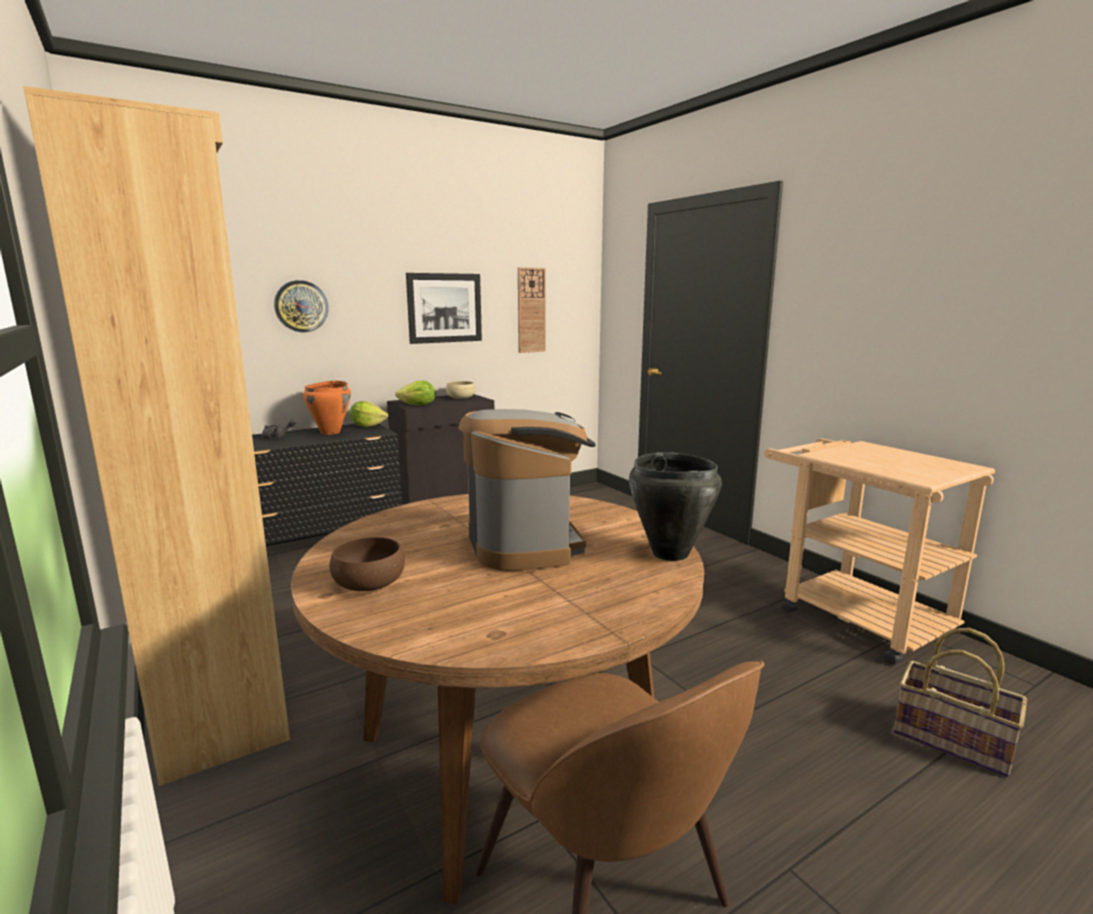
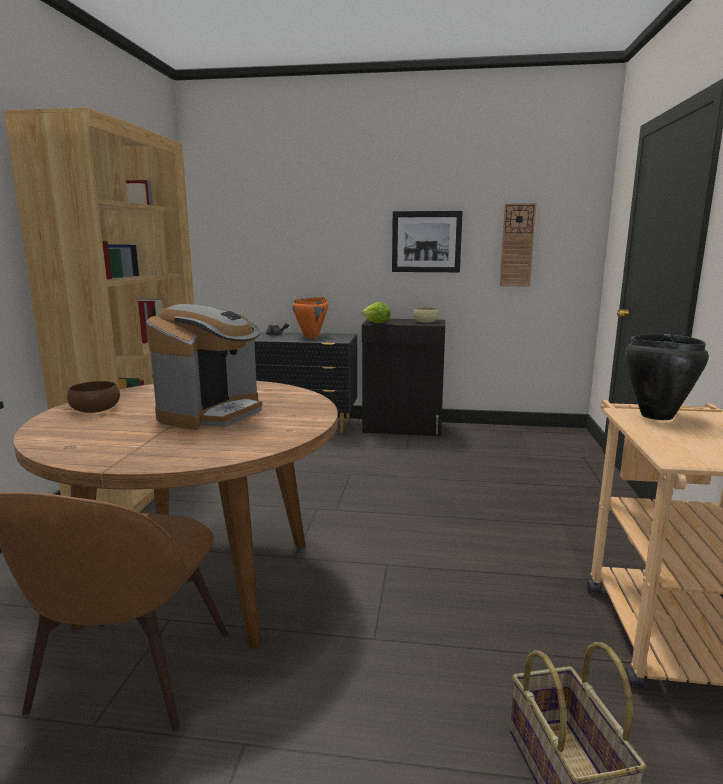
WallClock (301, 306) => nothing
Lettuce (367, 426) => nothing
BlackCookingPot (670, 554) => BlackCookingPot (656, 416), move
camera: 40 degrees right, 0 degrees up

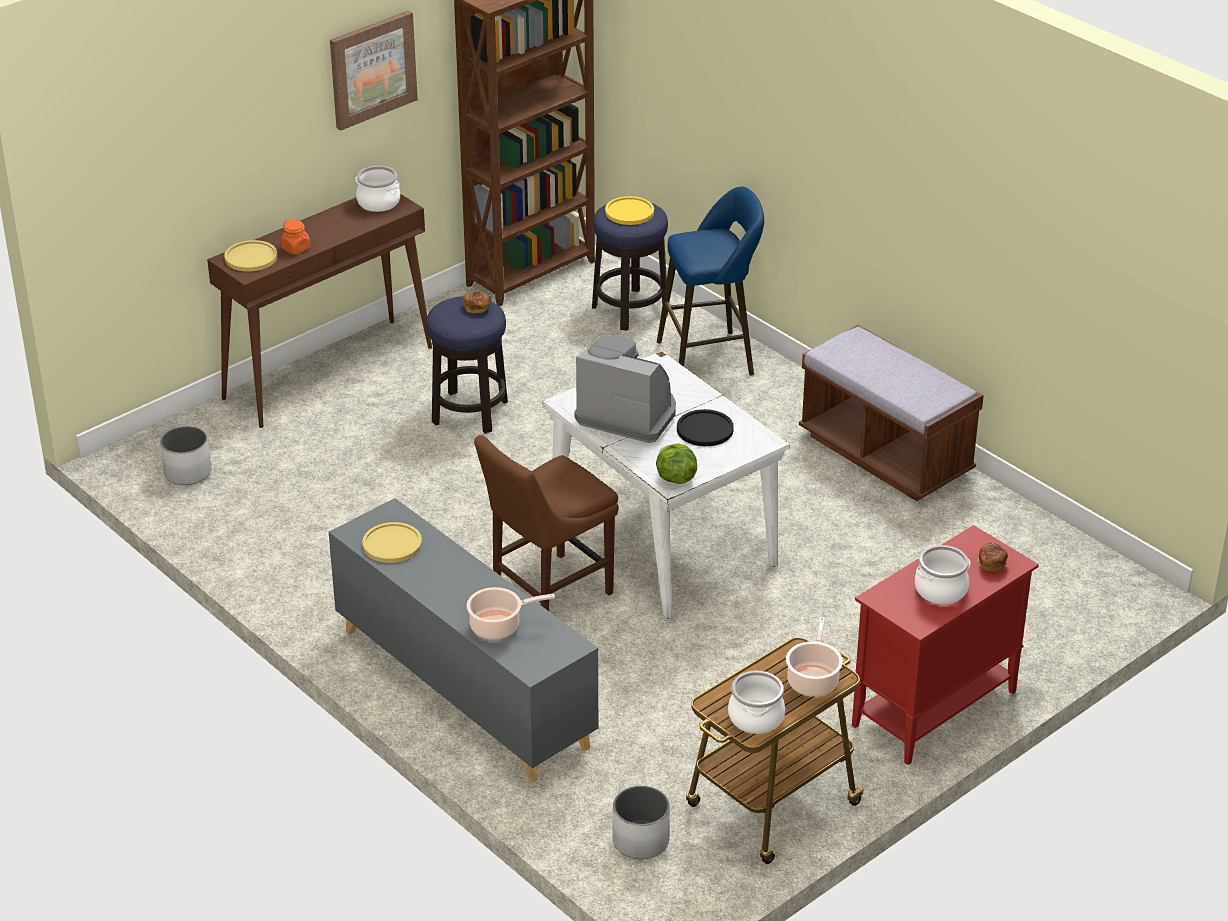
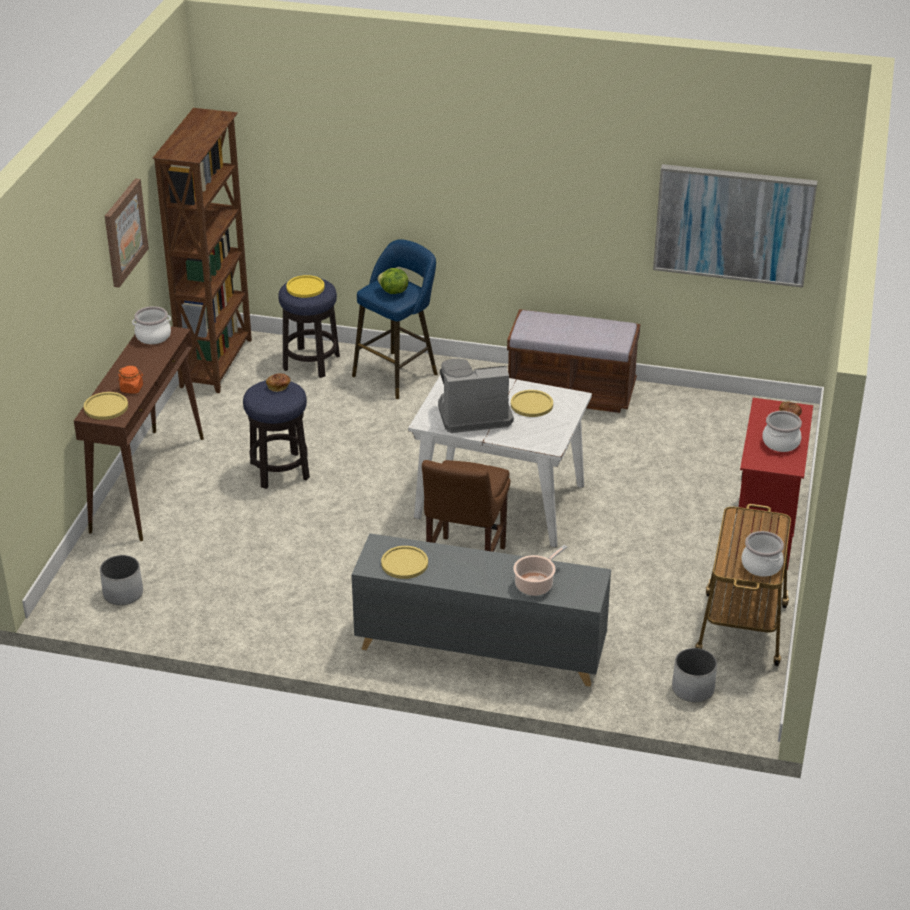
BlackPlate (705, 429) => YellowPlate (531, 404)
Lettuce (675, 478) => Lettuce (393, 292), move
CookingPot (813, 680) => nothing
nothing => Picture (733, 224)
camera: 35 degrees left, 0 degrees up

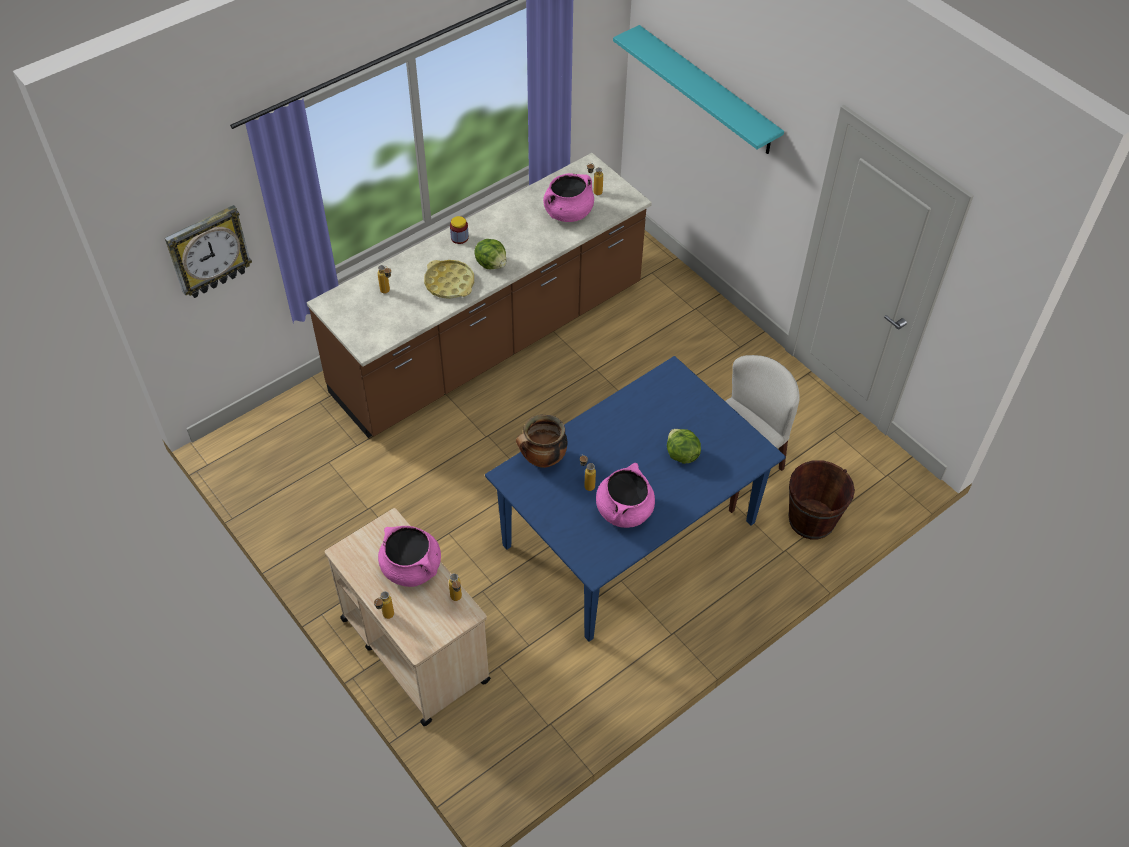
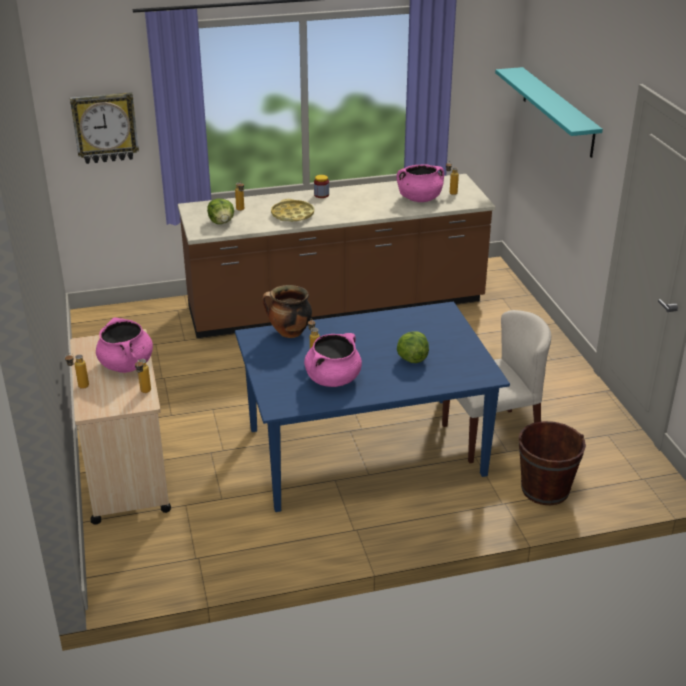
Lettuce (491, 264) => Lettuce (222, 222), move
camera: 25 degrees right, 20 degrees down

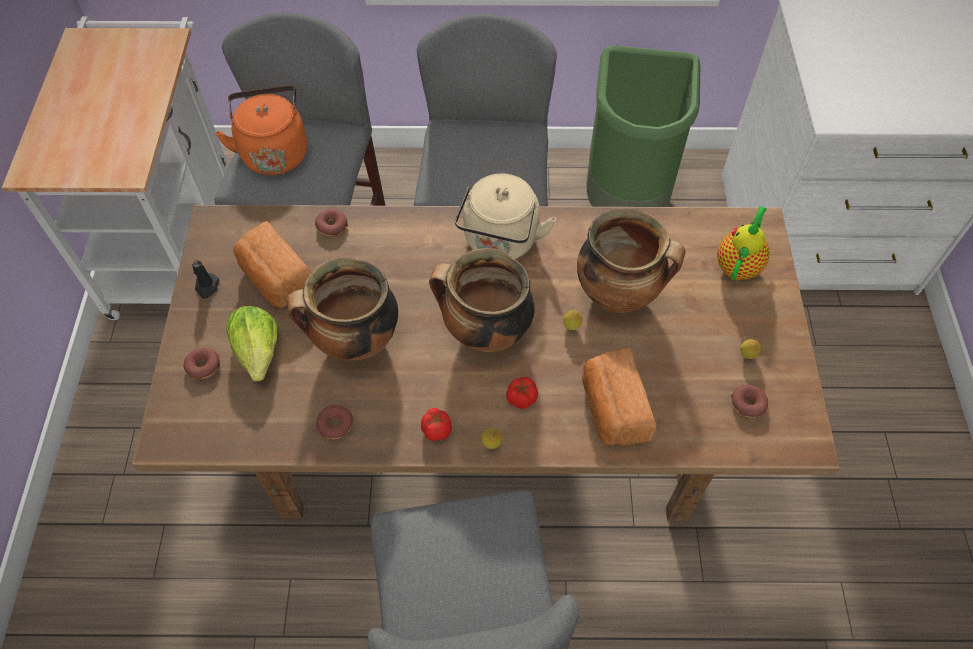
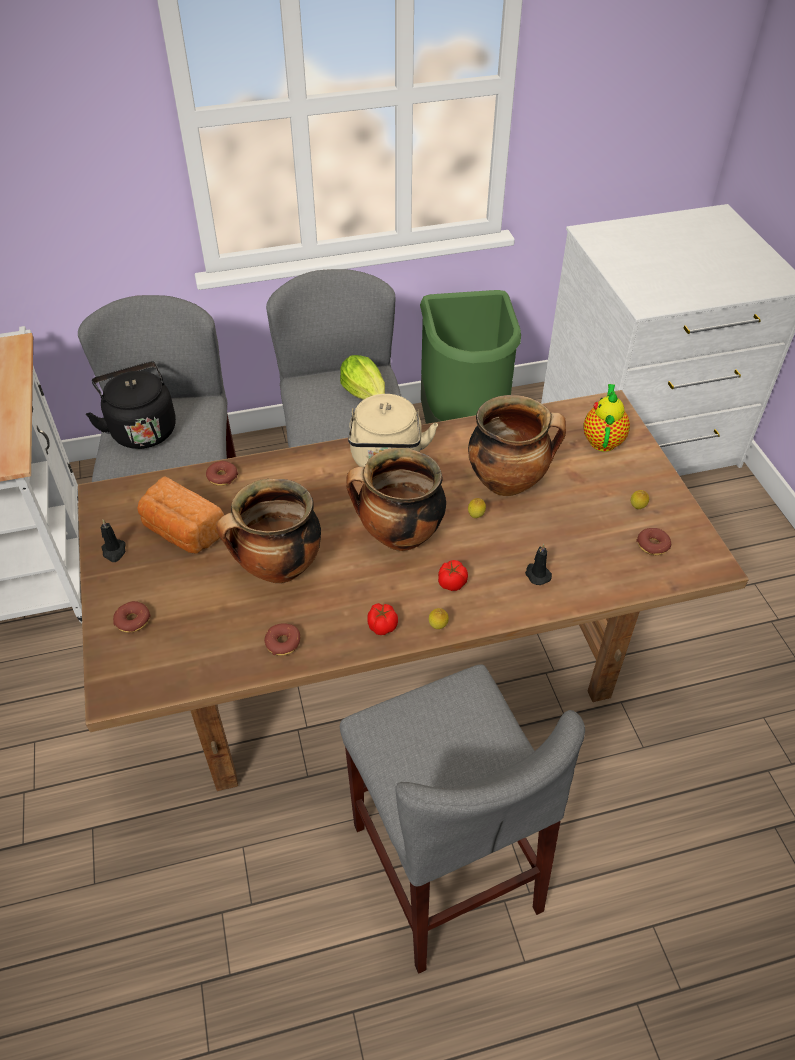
OrangeKettle (274, 152) => BlackKettle (141, 429)
Lettuce (258, 351) => Lettuce (365, 393), move
Bread (612, 409) => BlackCandle (537, 574)
camera: 15 degrees left, 10 degrees down

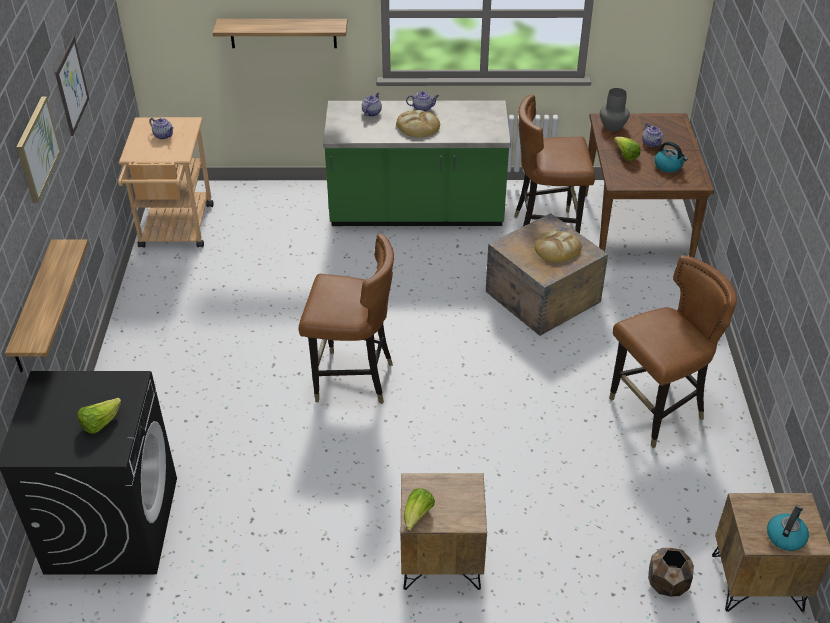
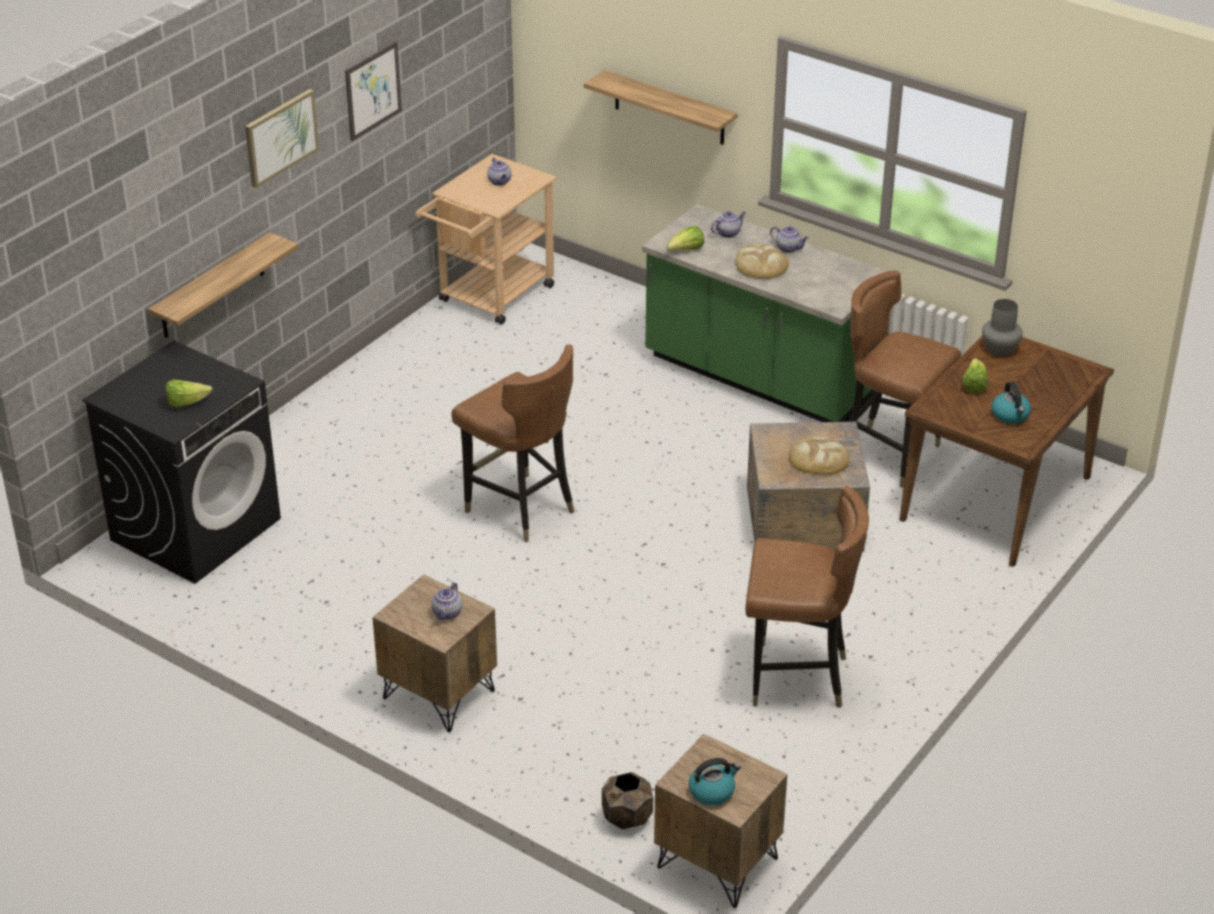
Teapot (652, 143) => Teapot (447, 613), move
Lettuce (417, 516) => Lettuce (686, 251), move
camera: 35 degrees right, 5 degrees down

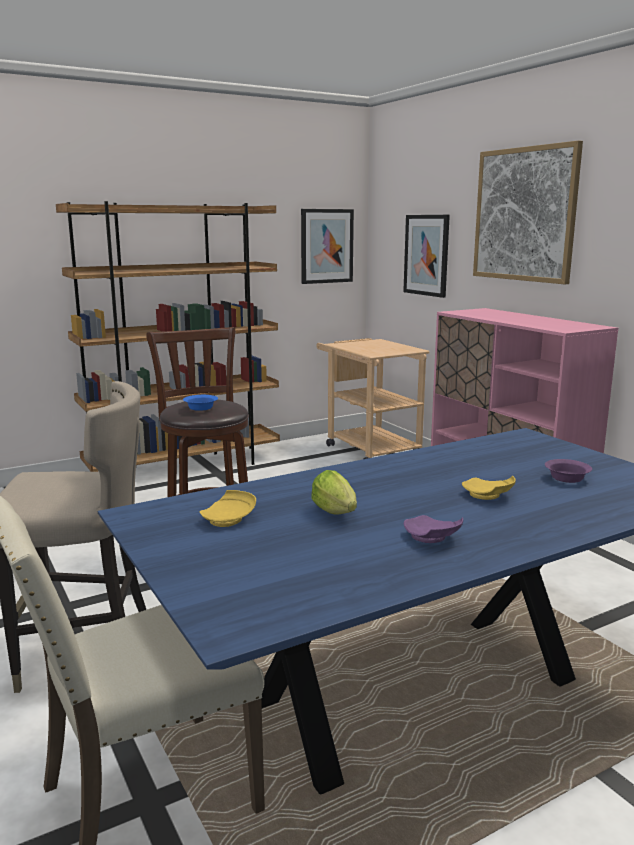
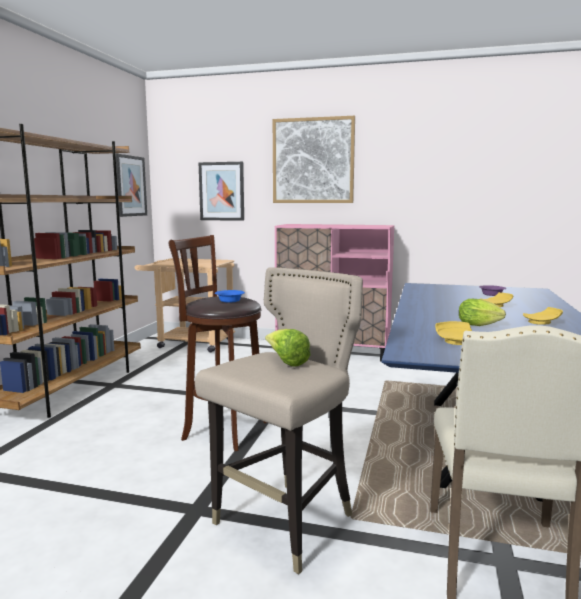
PurplePlate (431, 538) => YellowPlate (542, 322)
nothing => Lettuce (286, 362)
camera: 45 degrees left, 5 degrees down

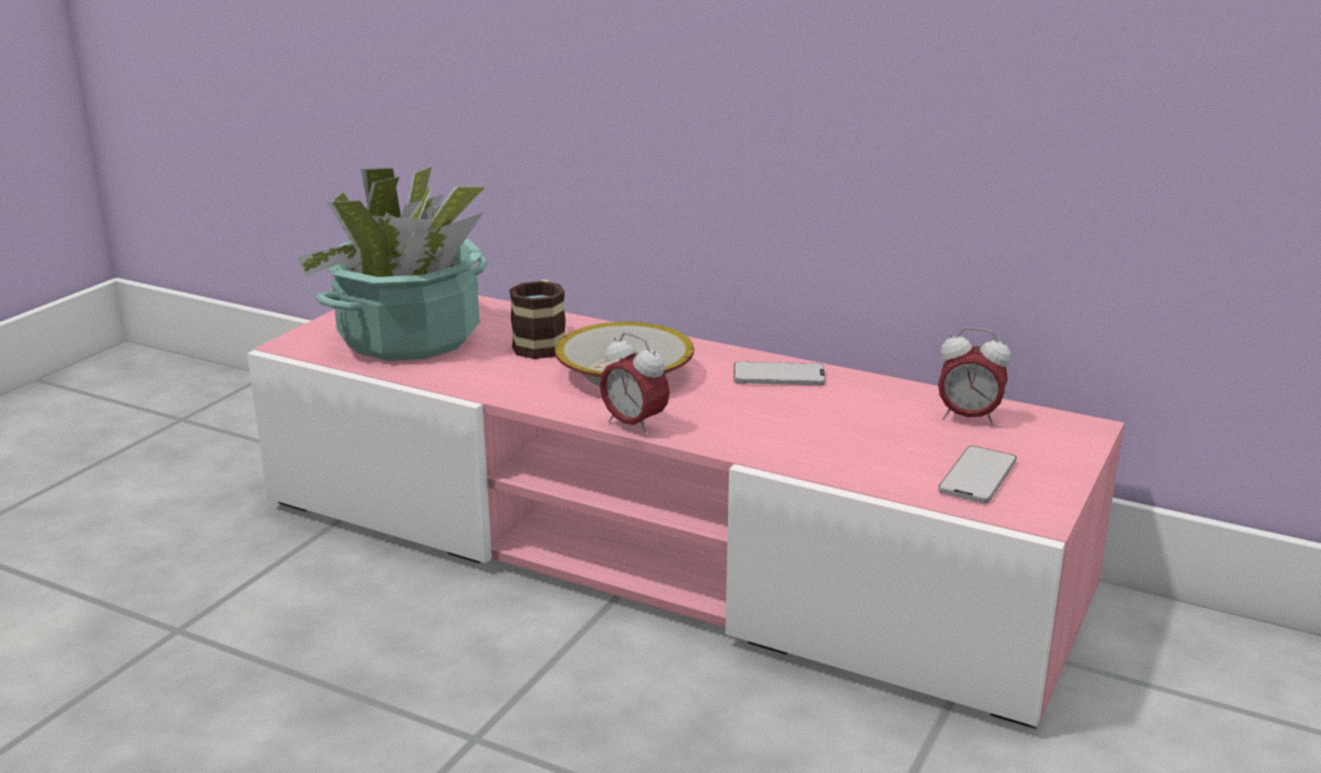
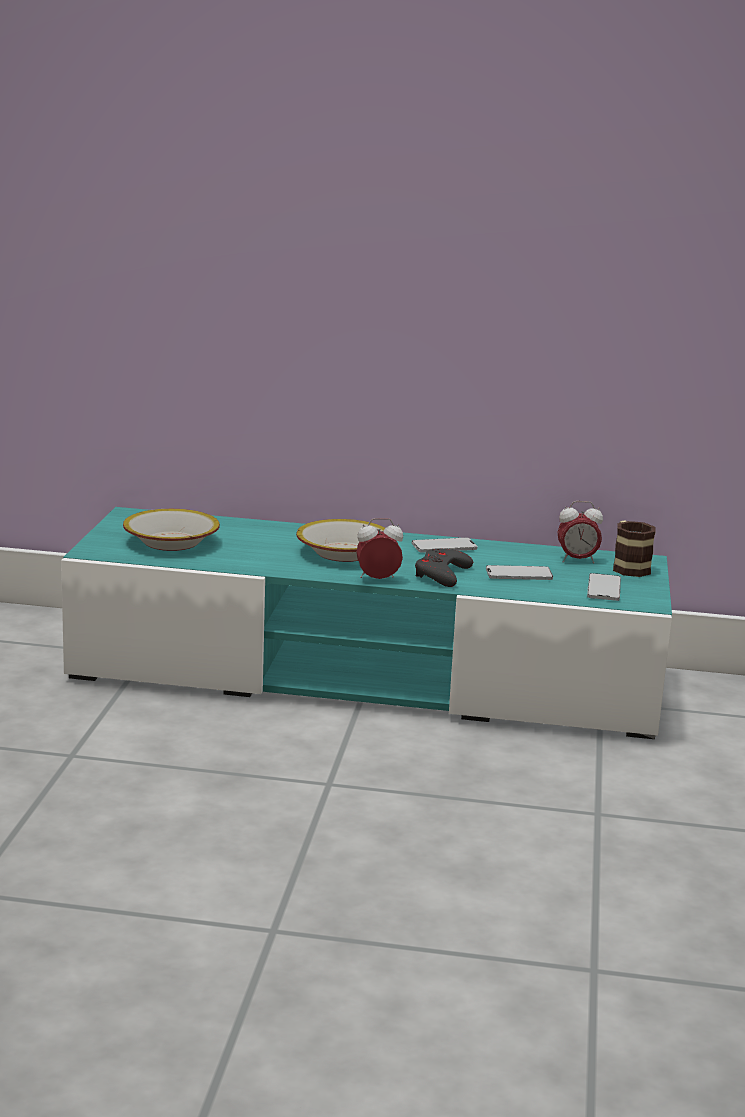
PottedPlant (409, 338) => Bowl (171, 542)
Mug (541, 343) => Mug (628, 566), move
PinkTvStand (660, 548) => TurquoiseTvStand (366, 676)
AlarmClock (634, 425) => AlarmClock (378, 580), 150 degrees clockwise
nothing => GreyGameController (442, 574)
nothing => Phone (519, 574)
camera: 20 degrees left, 5 degrees down

